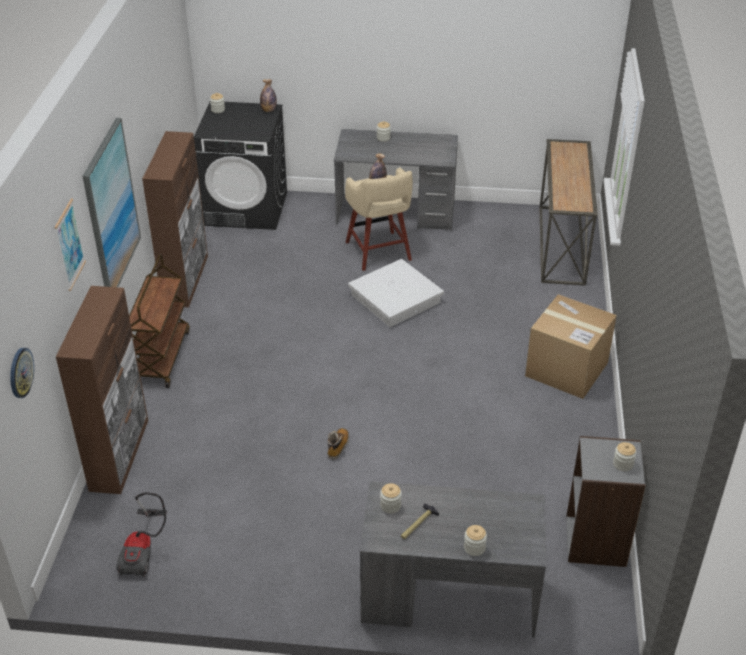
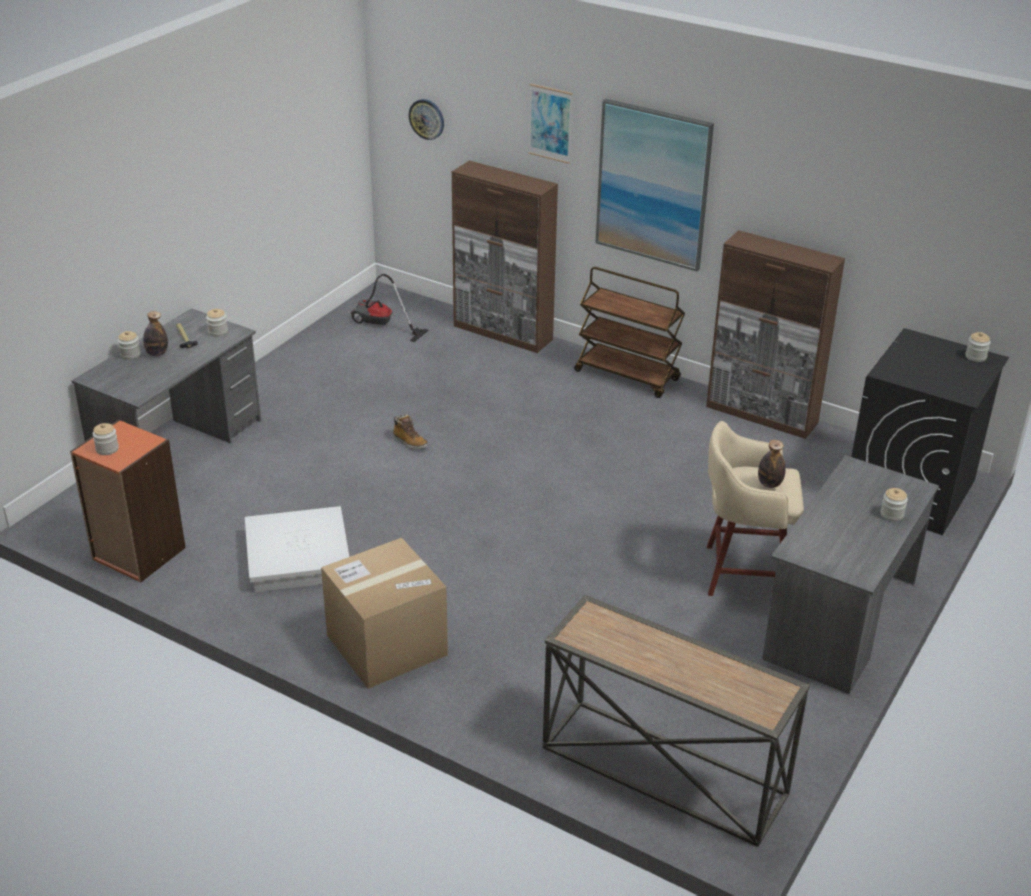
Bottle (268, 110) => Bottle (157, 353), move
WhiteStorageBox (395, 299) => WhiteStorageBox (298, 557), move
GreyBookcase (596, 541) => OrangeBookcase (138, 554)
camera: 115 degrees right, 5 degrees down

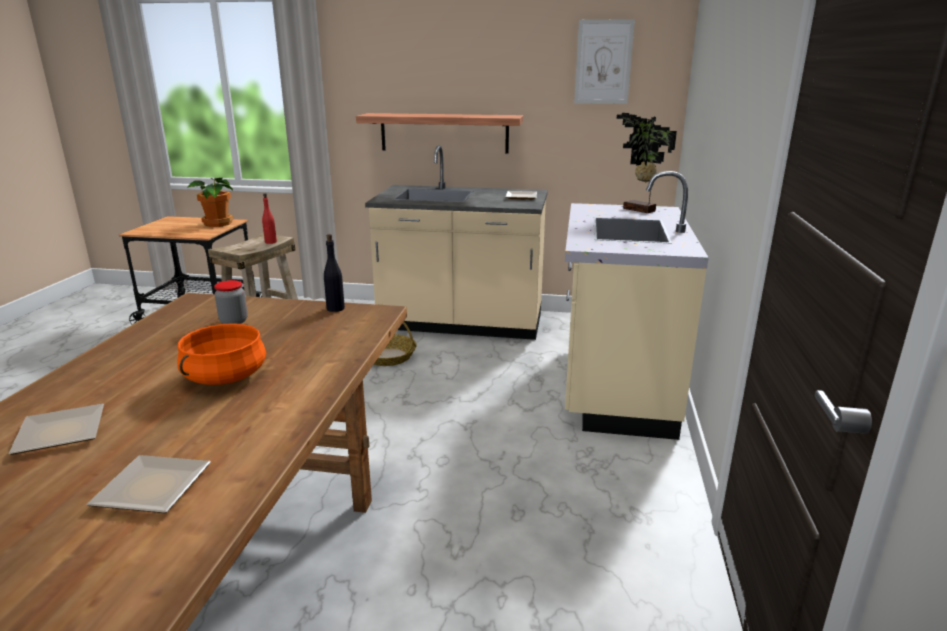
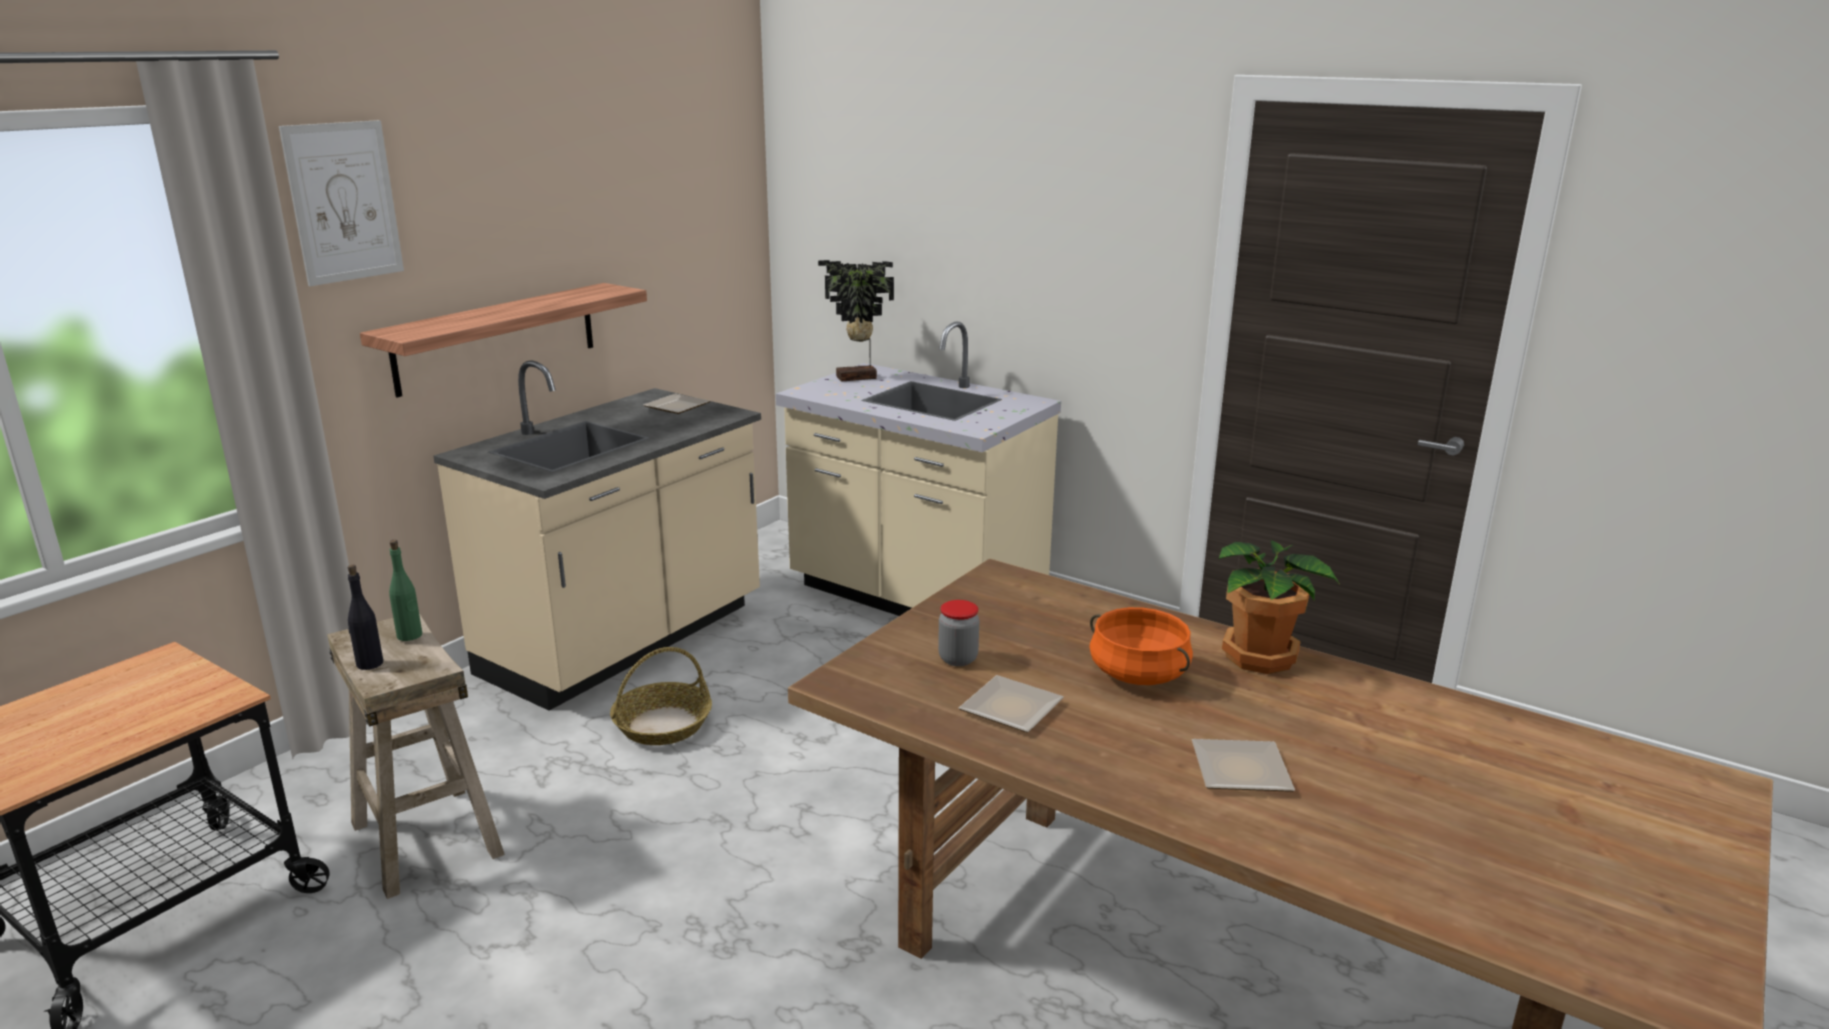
Picture (603, 62) => Picture (343, 202), move
PottedPlant (217, 224) => PottedPlant (1262, 658), move
RedBottle (270, 242) => GreenBottle (410, 635)
BlackBottle (335, 308) => BlackBottle (369, 664), move
Plate (154, 490) => Plate (1015, 708), move
camera: 65 degrees left, 0 degrees up

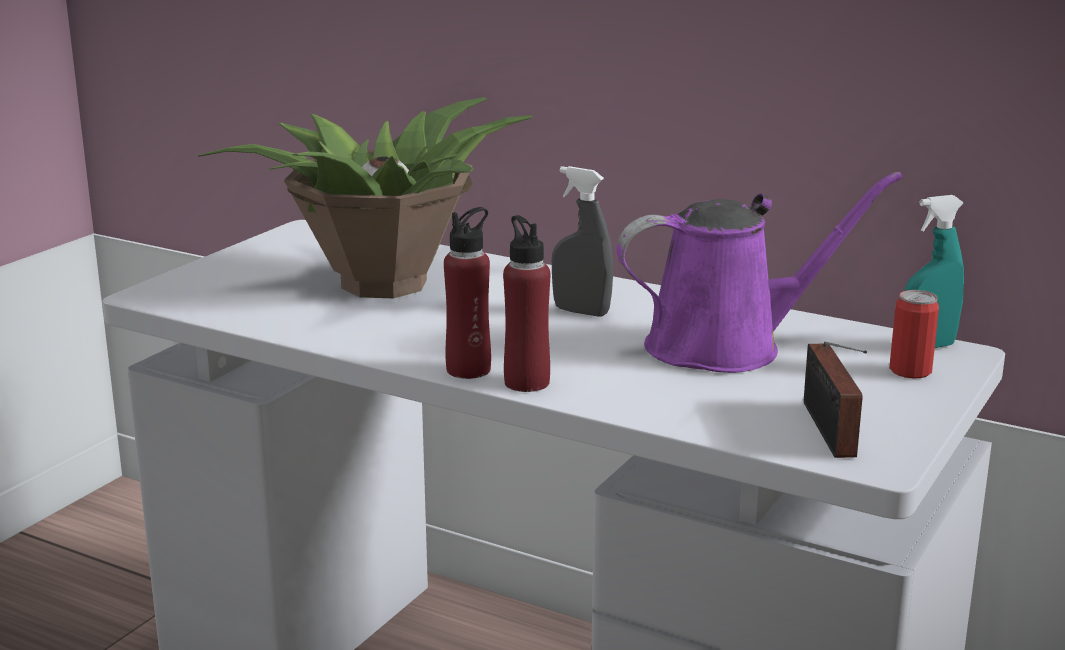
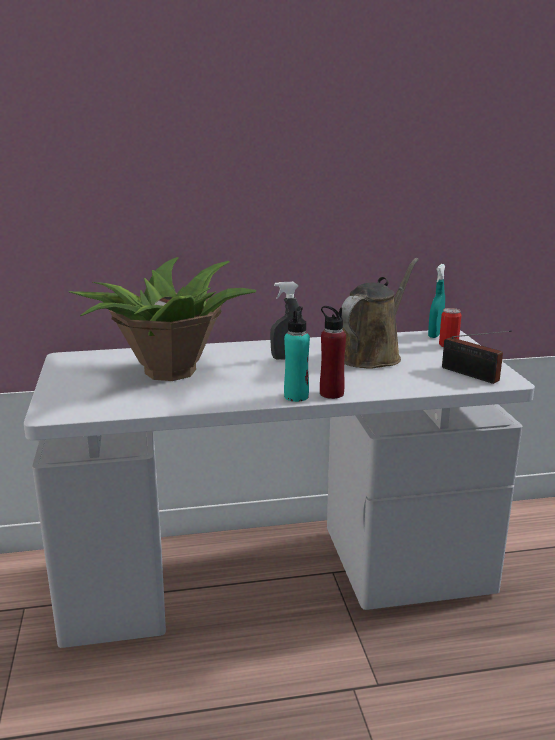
PurpleWateringCan (726, 346) => BrownWateringCan (371, 355)
RedBottle (468, 369) => TurquoiseBottle (296, 396)
camera: 40 degrees left, 0 degrees up

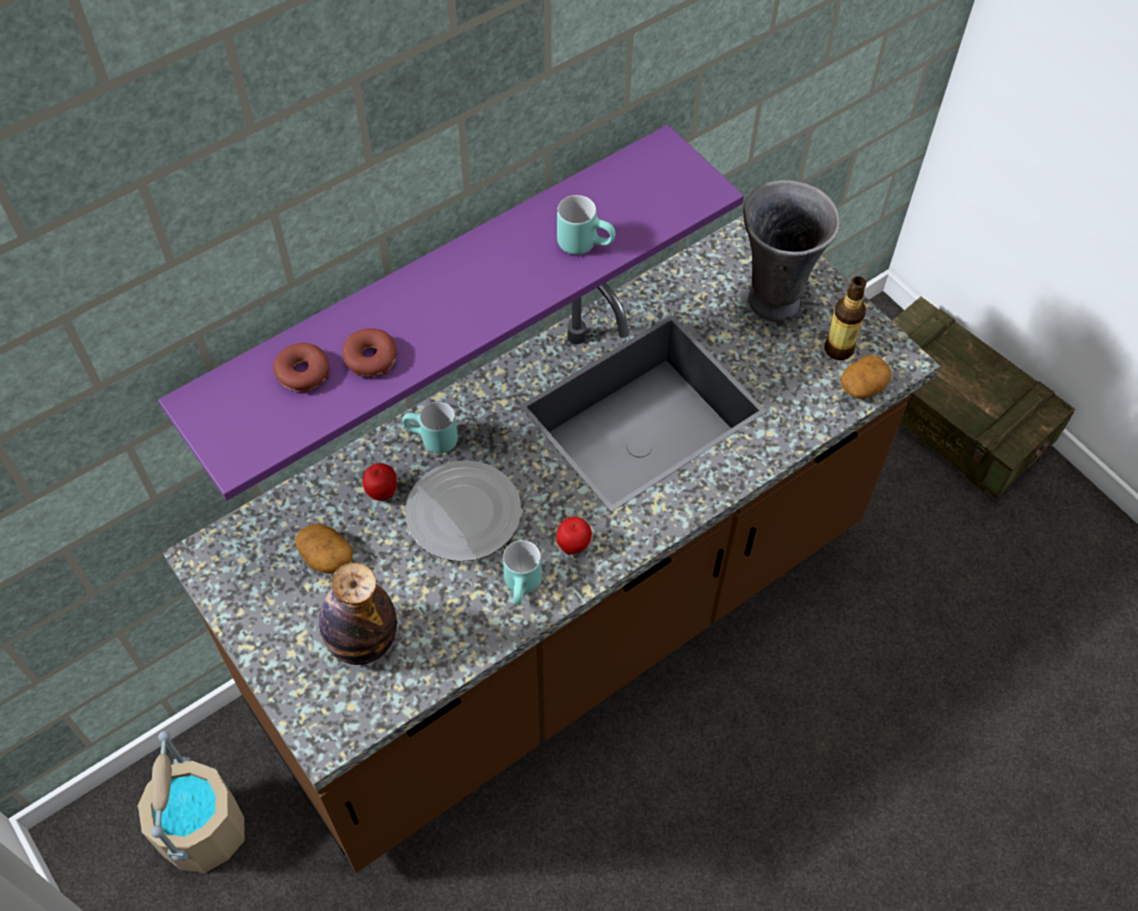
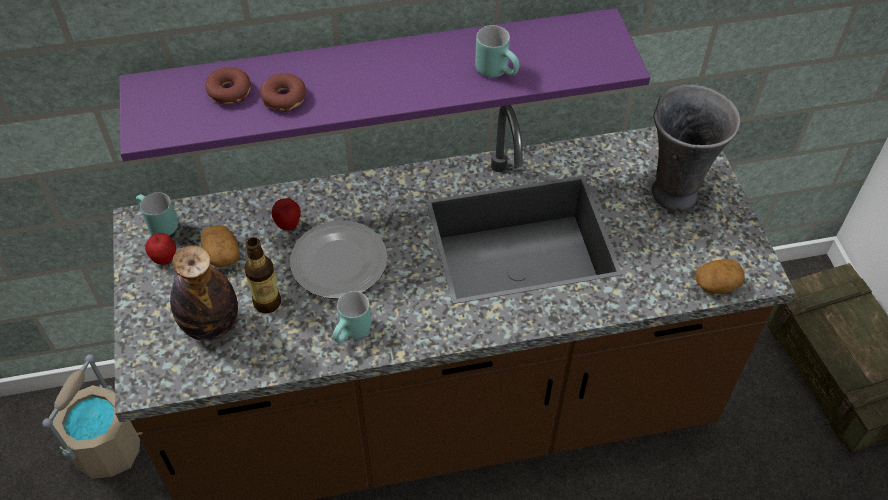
Bottle (838, 349) => Bottle (267, 302), move
TurquoiseMug (431, 441) => TurquoiseMug (157, 225), move
Apple (573, 546) => Apple (165, 259), move
camera: 25 degrees right, 5 degrees down

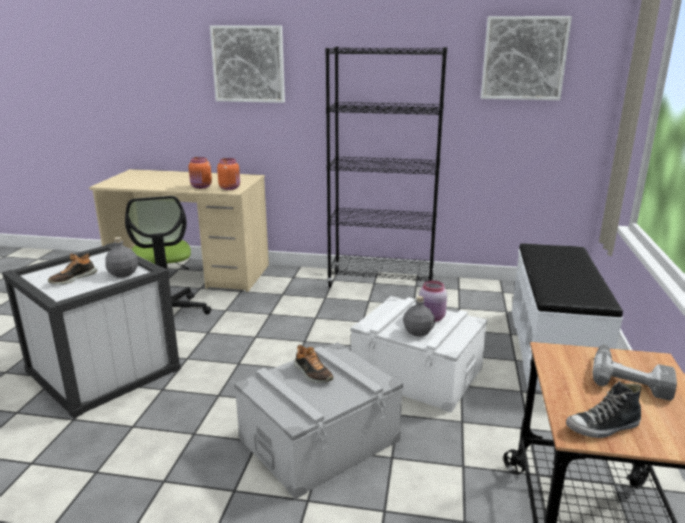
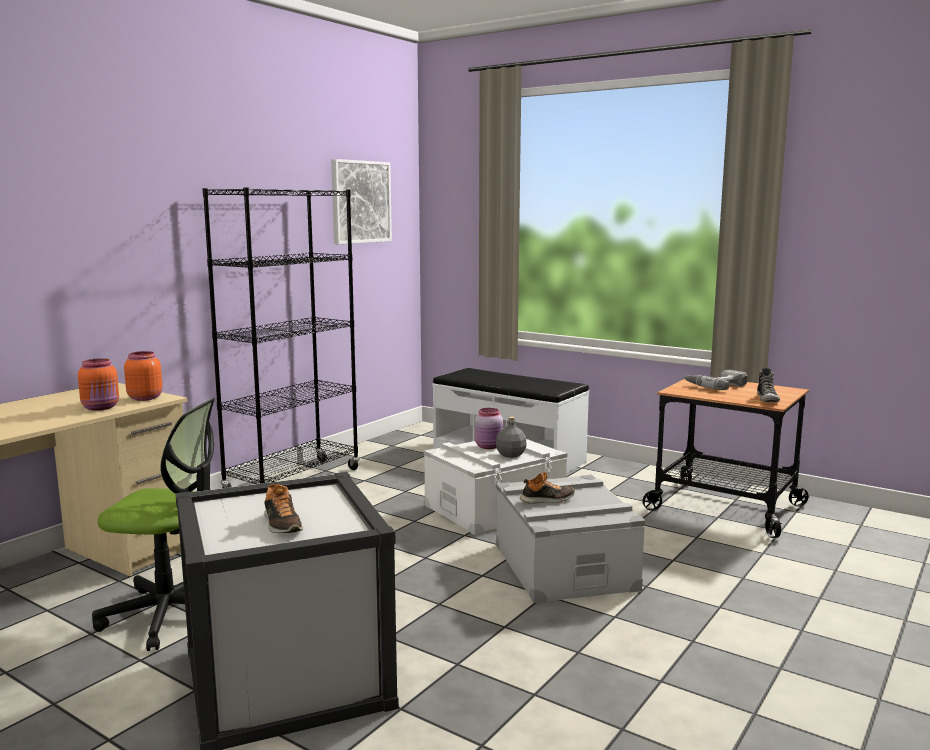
Picture (248, 64) => nothing
GreyBottle (123, 274) => nothing
camera: 65 degrees left, 10 degrees down

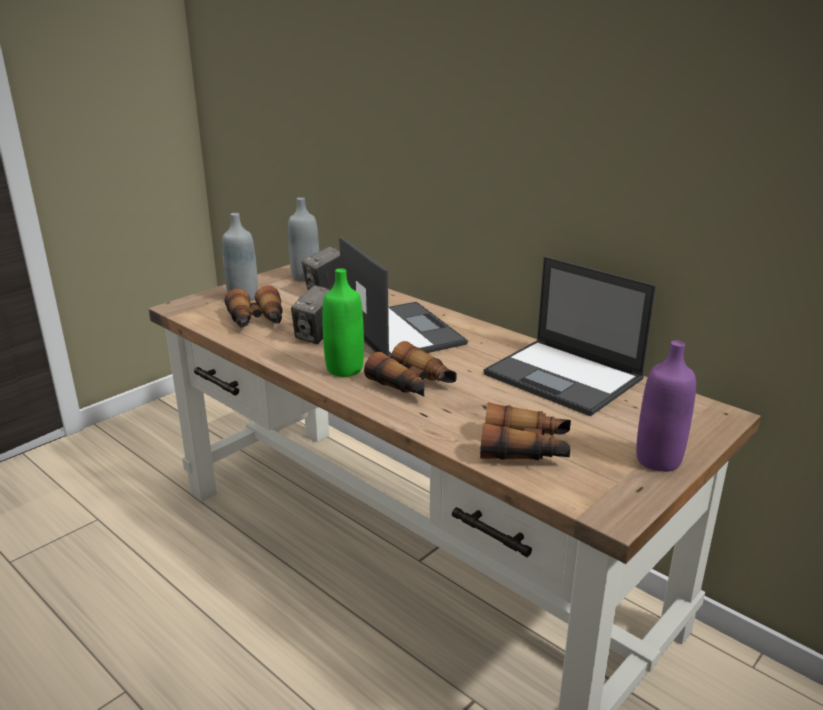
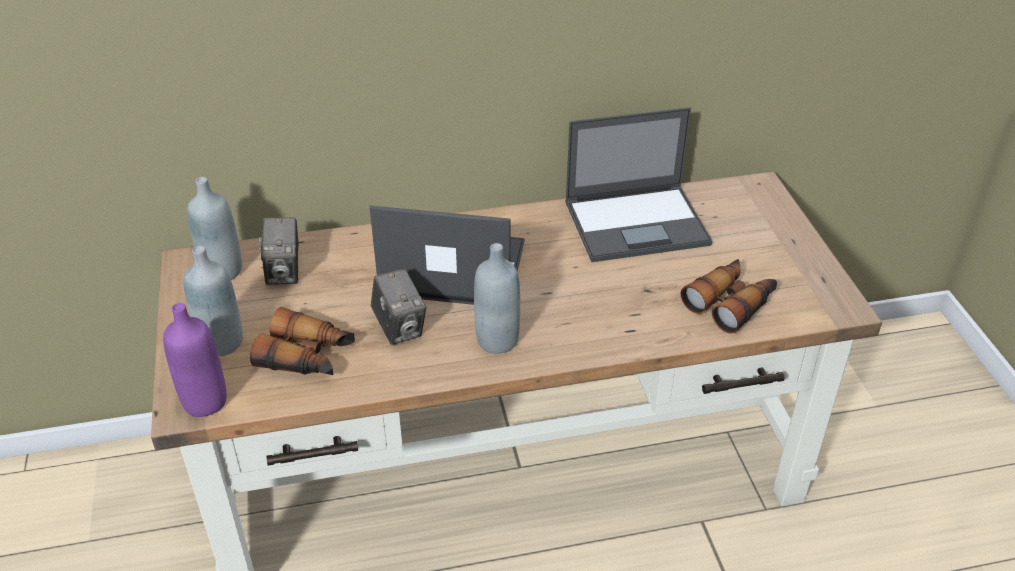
GreenBottle (344, 369) => GreyBottle (497, 340)
PurpleBottle (658, 460) => PurpleBottle (205, 402), move
Binoculars (413, 385) => nothing
camera: 55 degrees left, 15 degrees up

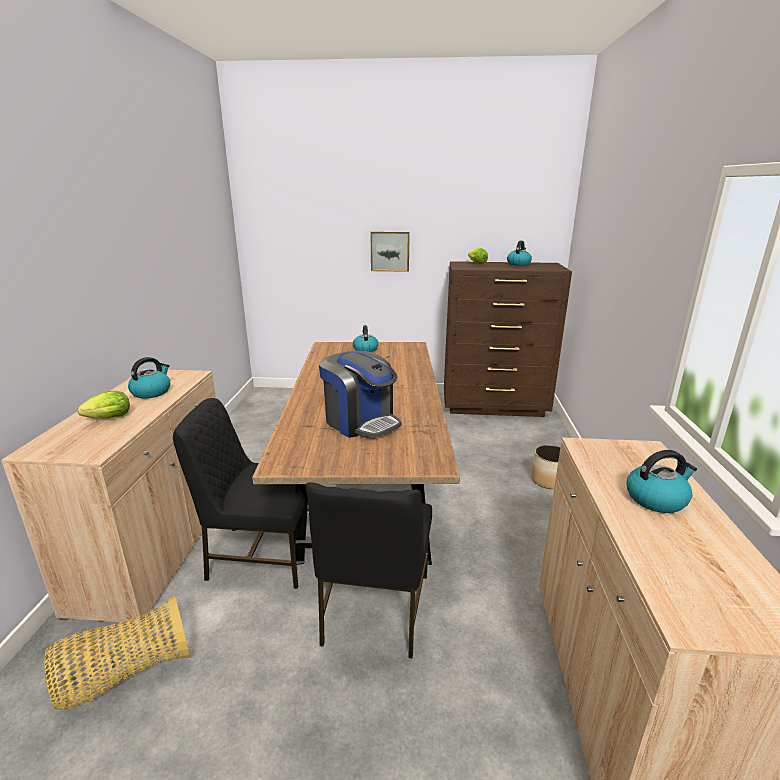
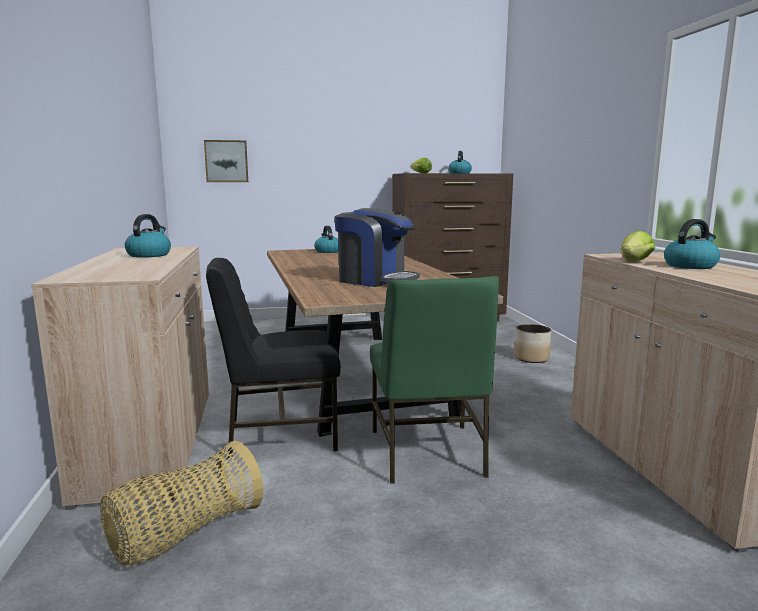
Picture (390, 251) => Picture (226, 161), move
Lettuce (106, 419) => Lettuce (633, 262), move
BlackChair (374, 609) => GreenChair (428, 453)
camera: 15 degrees left, 10 degrees down

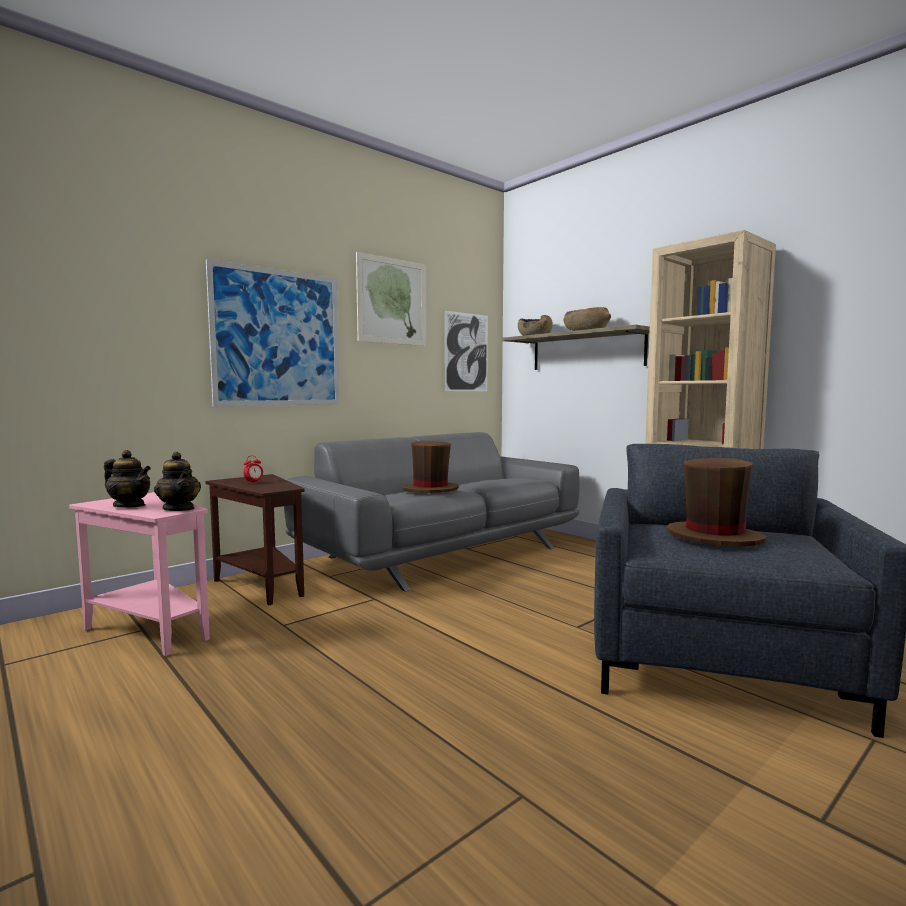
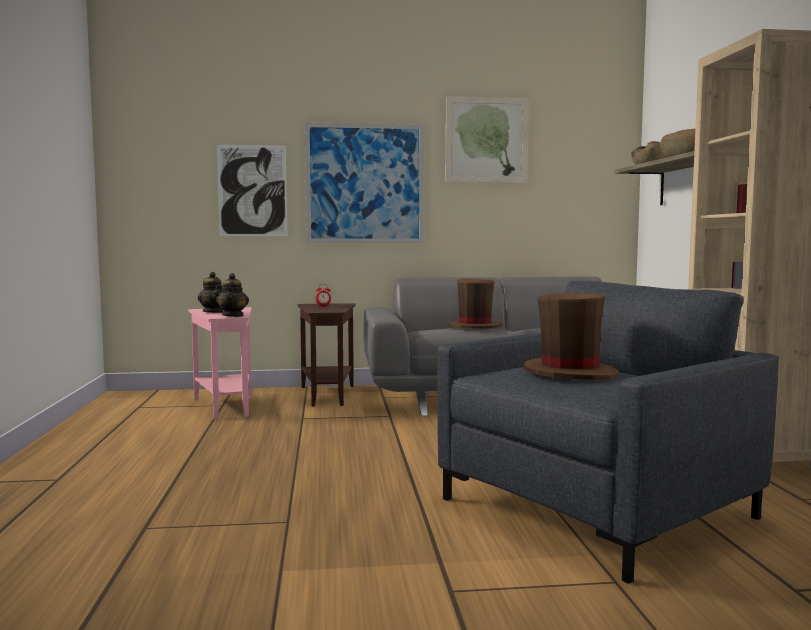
Picture (466, 352) => Picture (252, 190), move
camera: 35 degrees right, 0 degrees up

